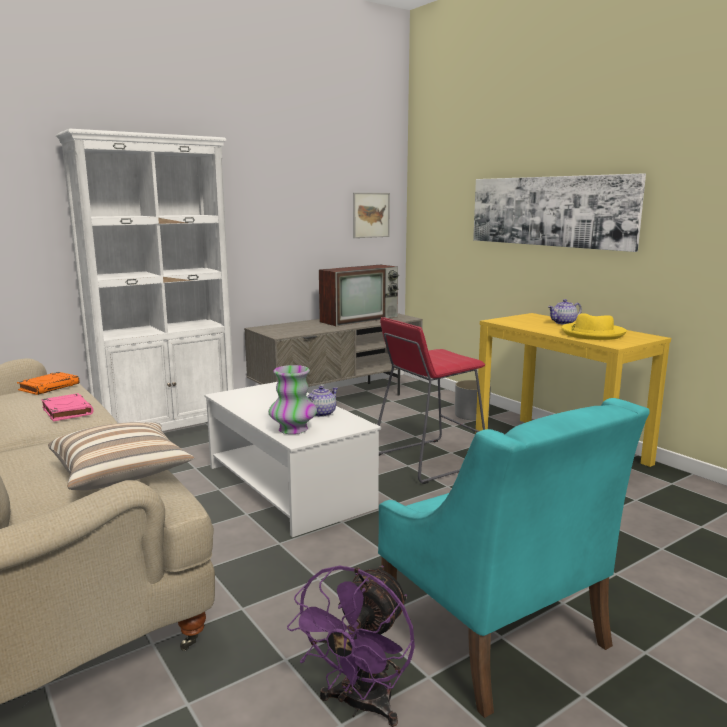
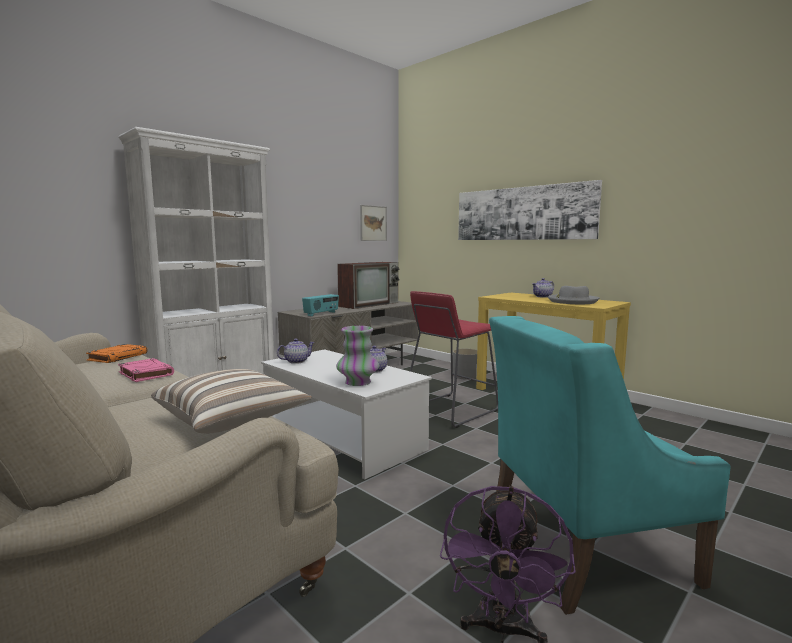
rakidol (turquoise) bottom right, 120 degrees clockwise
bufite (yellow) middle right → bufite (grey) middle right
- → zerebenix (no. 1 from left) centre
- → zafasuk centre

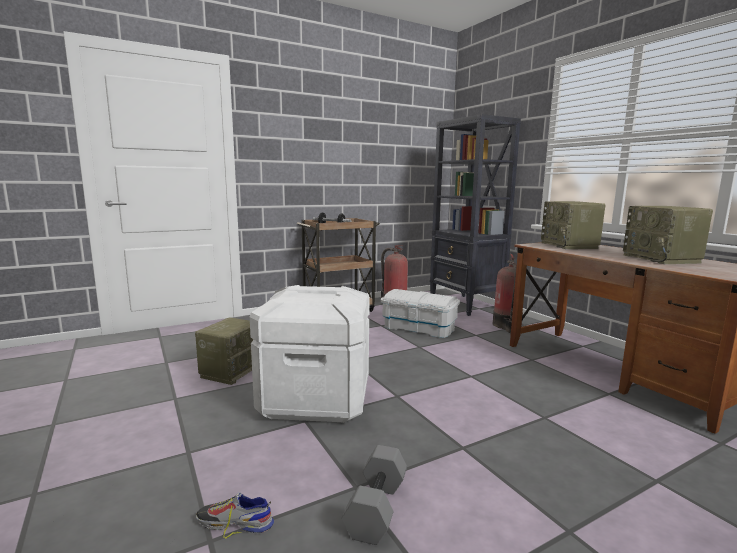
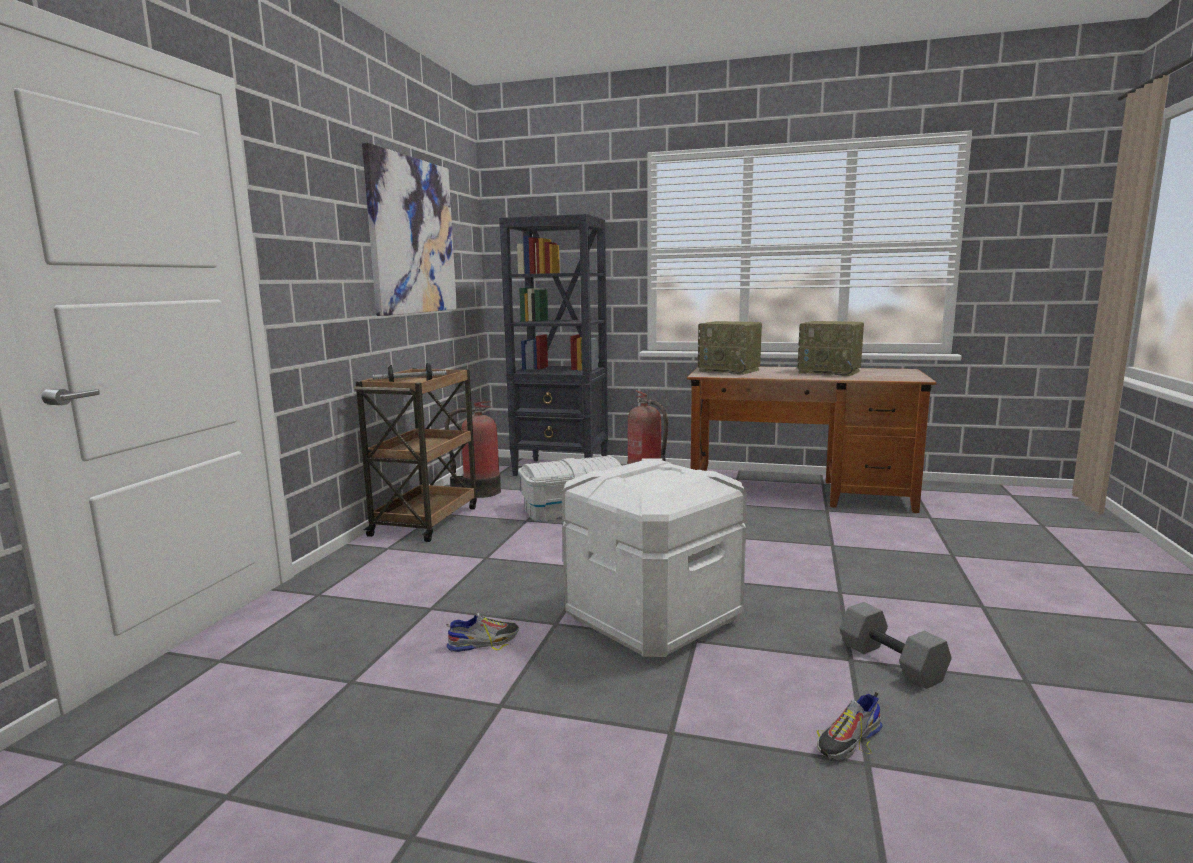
zafasuk (no. 1 from left) middle left → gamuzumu (no. 1 from left) bottom centre
- → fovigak top centre

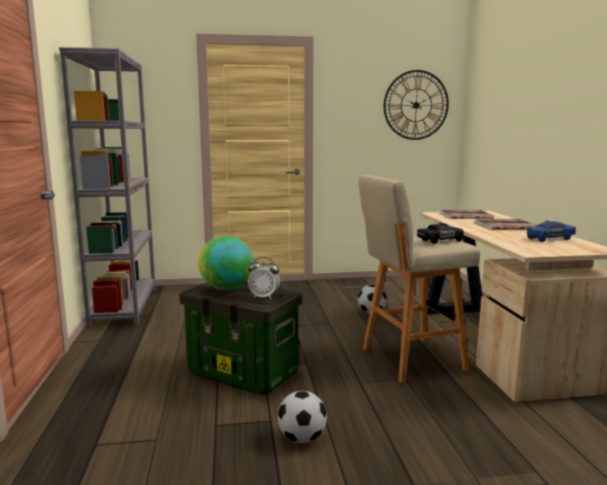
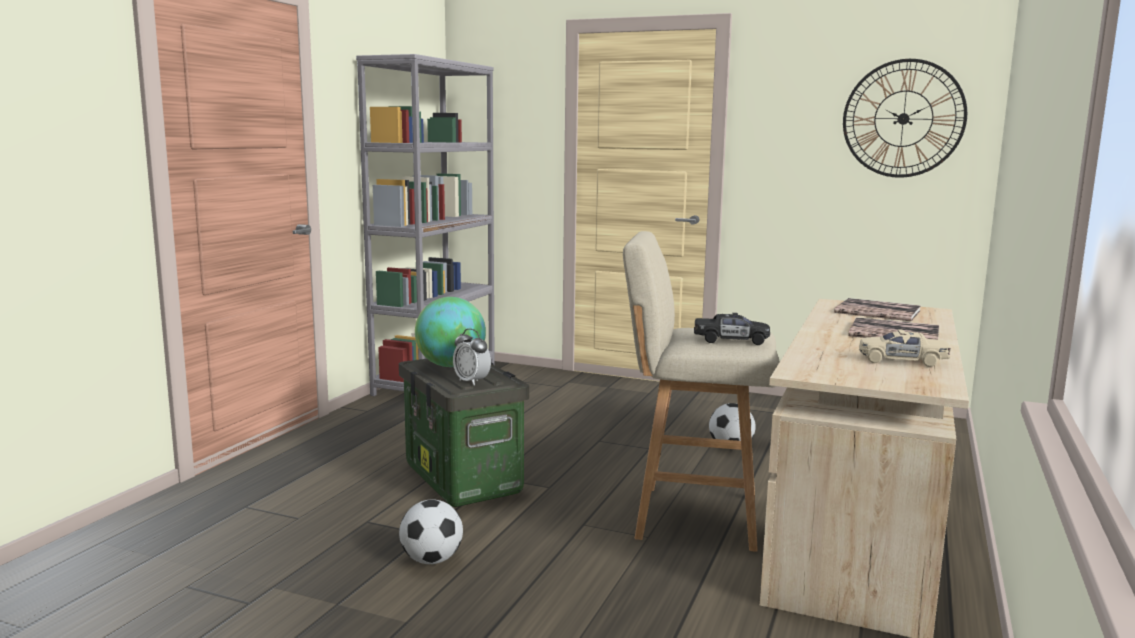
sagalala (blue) middle right → sagalala (beige) middle right

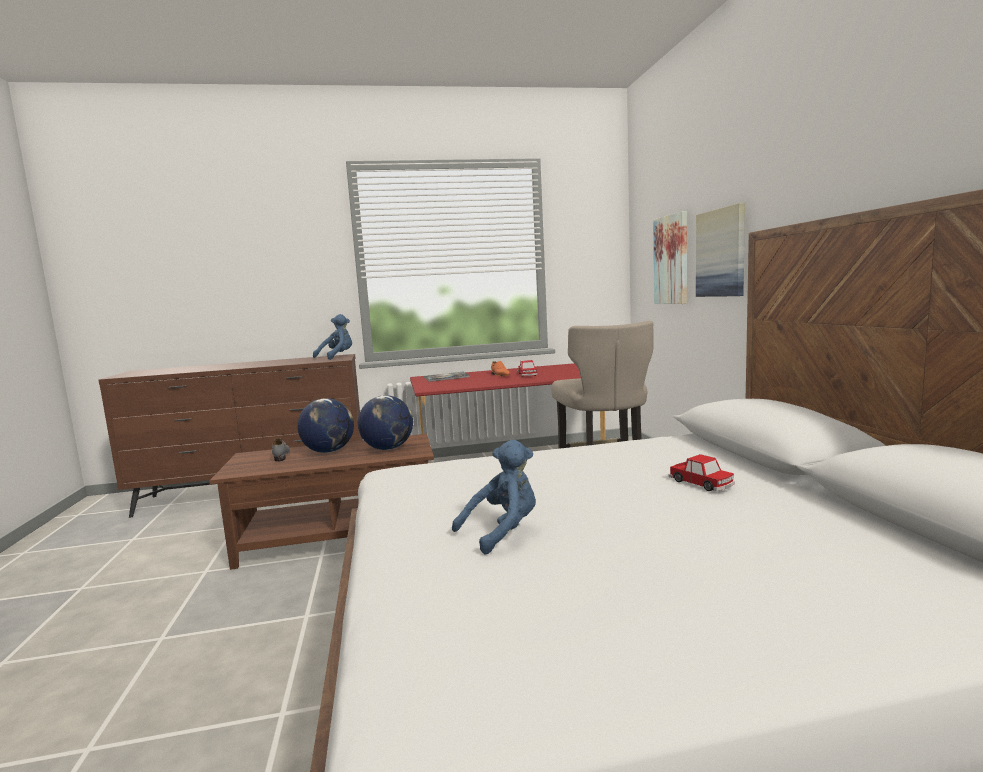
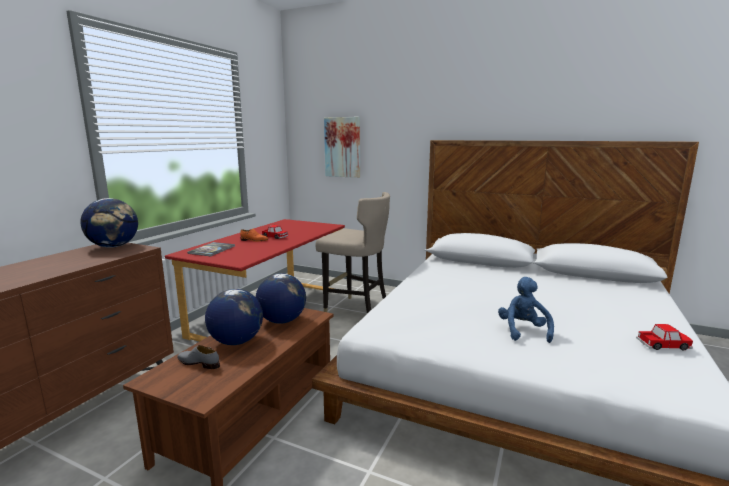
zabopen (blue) (no. 1 from left) centre → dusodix (no. 1 from left) middle left
sagalala (no. 2 from left) middle right → sagalala (no. 2 from left) bottom right, shifted
fovigak (no. 2 from left) top right → -

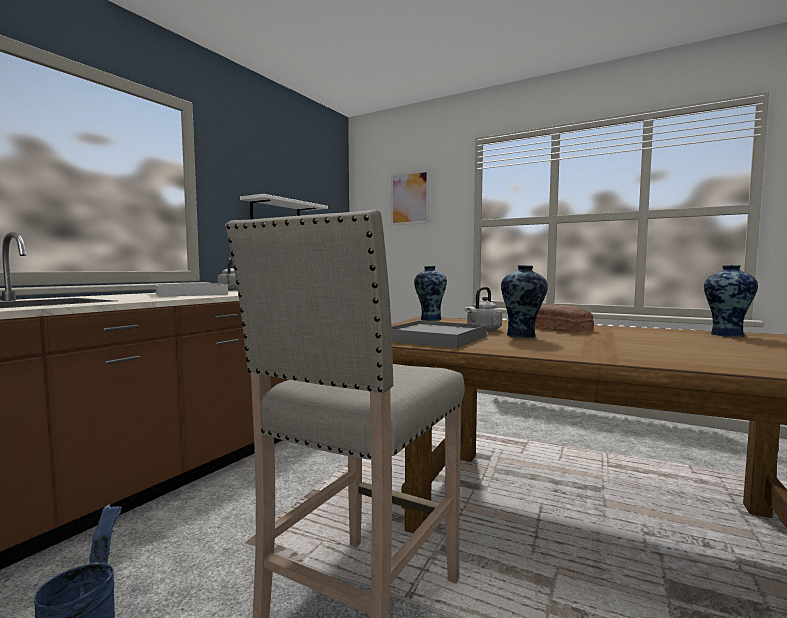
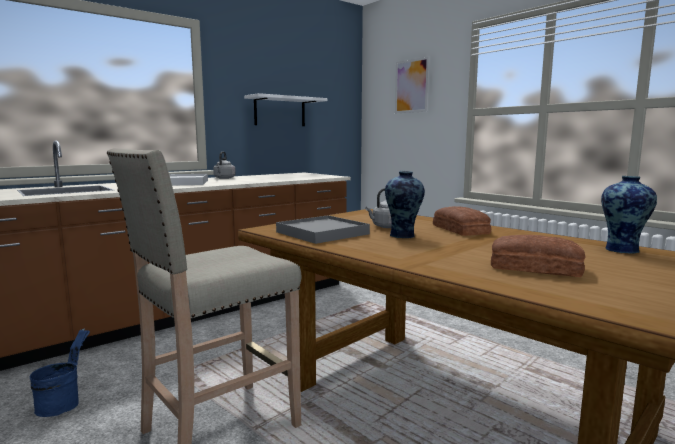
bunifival (no. 1 from left) centre → -
- → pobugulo (no. 2 from left) middle right

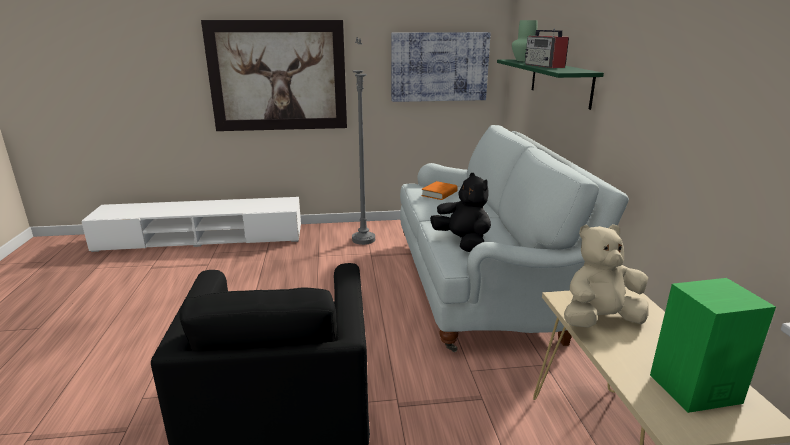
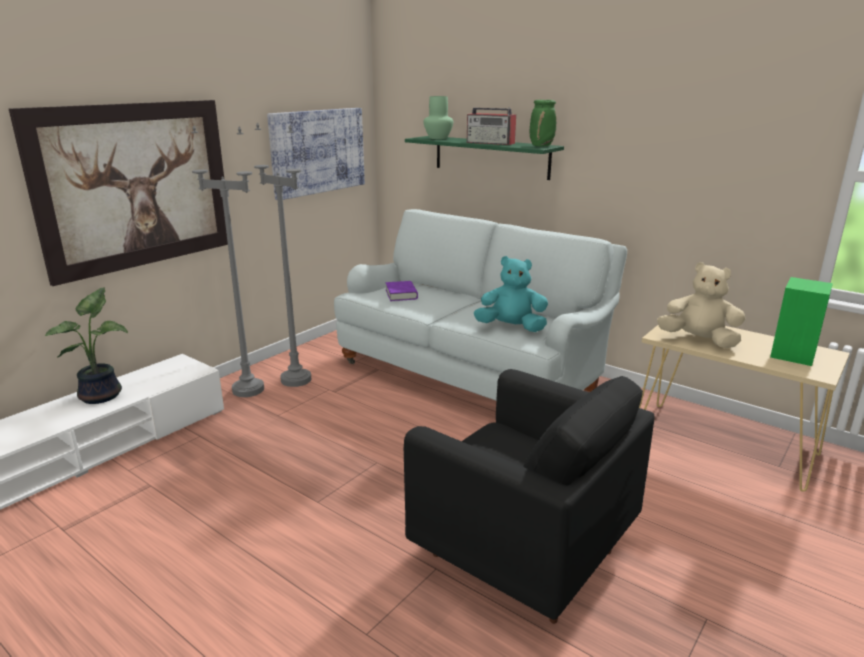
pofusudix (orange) centre → pofusudix (purple) centre
zabopen (black) centre → zabopen (turquoise) centre
zabopen (beige) middle right, 90 degrees clockwise
- → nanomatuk middle left
- → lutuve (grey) (no. 1 from left) middle left
- → bunifival (green) (no. 2 from left) top centre

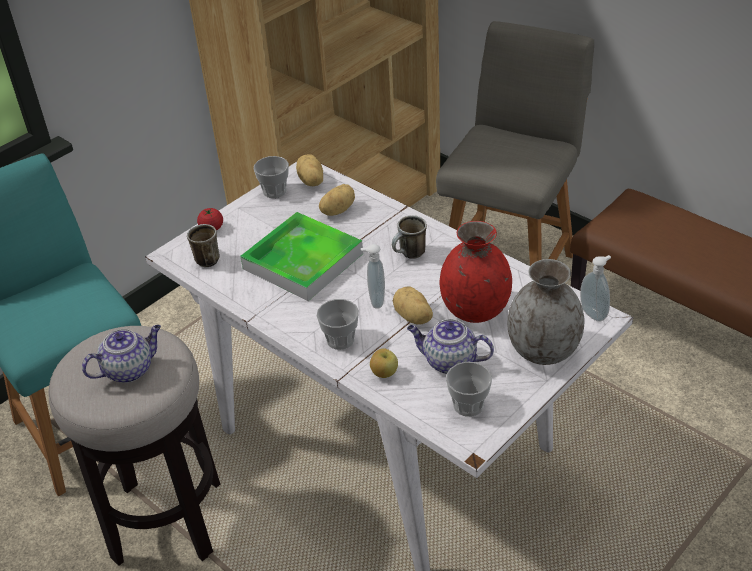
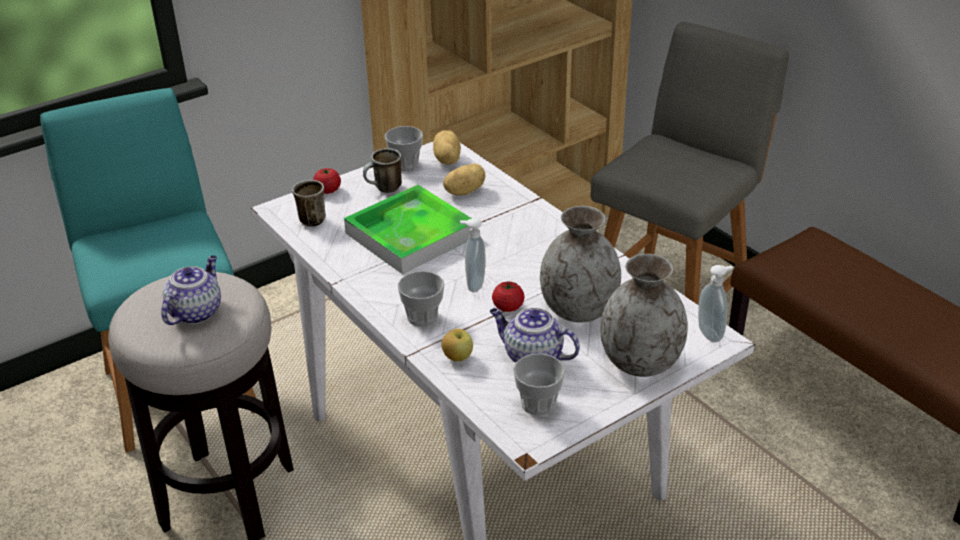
zerebenix (no. 1 from left) middle left, 45 degrees counterclockwise
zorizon (no. 2 from left) centre → zorizon (no. 2 from left) top centre, shifted
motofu (no. 3 from left) centre → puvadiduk (no. 2 from left) centre
bunifival (red) centre → bunifival (grey) (no. 1 from left) centre

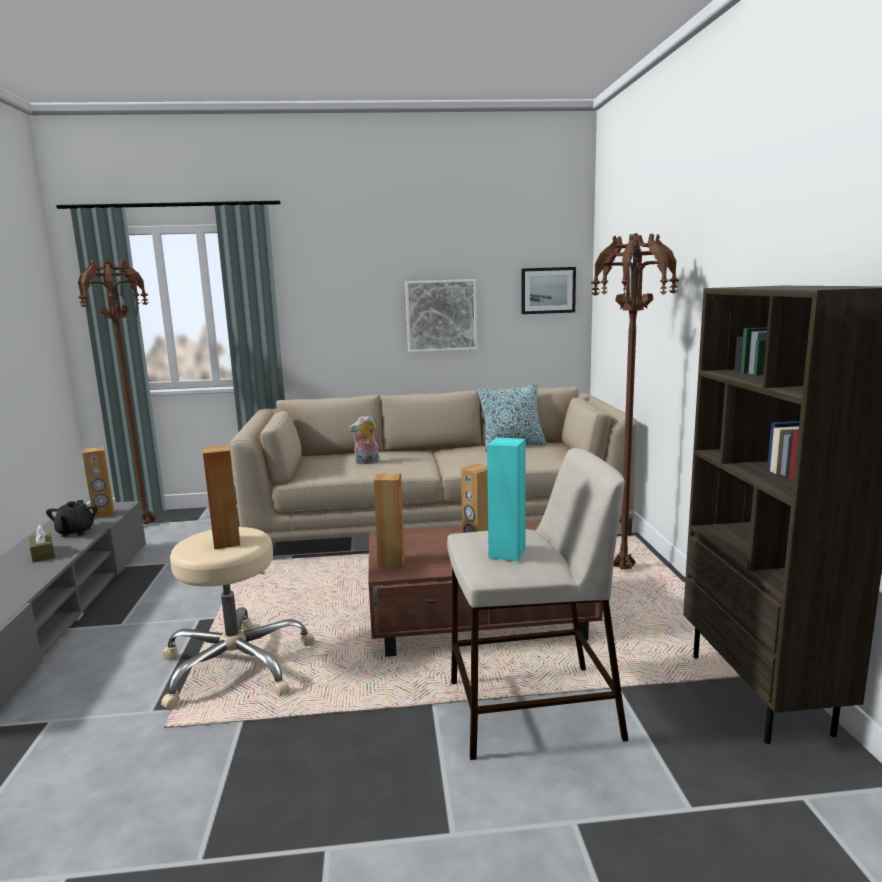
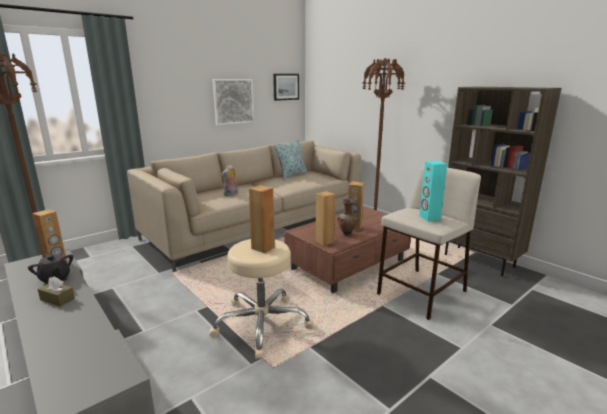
- → bunifival (brown) centre

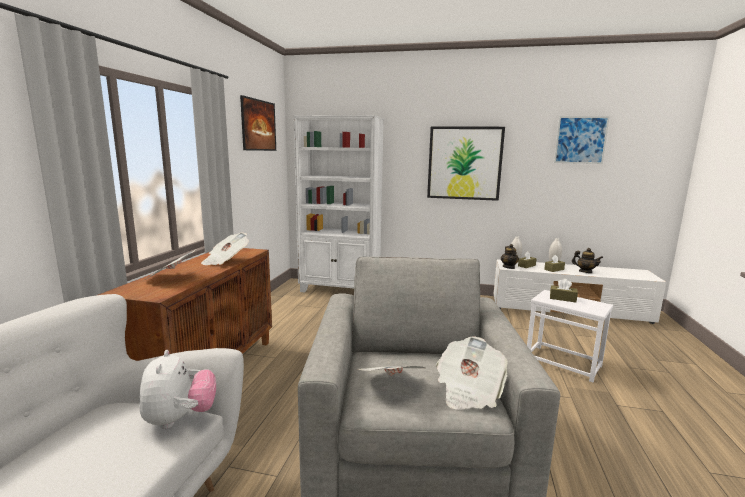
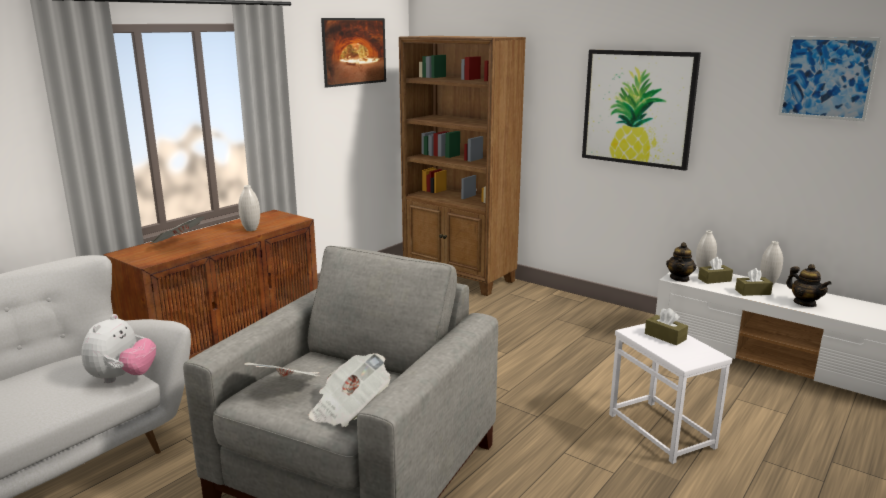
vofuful (no. 2 from left) middle left → bunifival (white) (no. 1 from left) middle left
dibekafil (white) centre → dibekafil (brown) centre

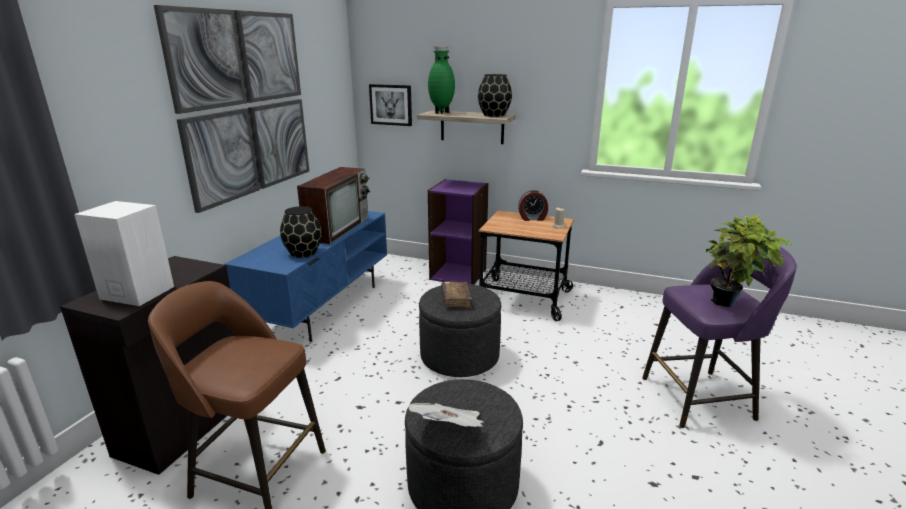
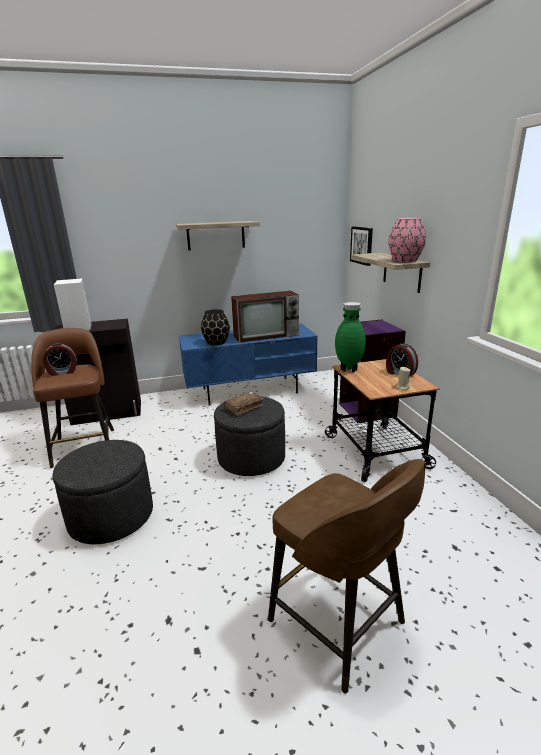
fovigak (no. 1 from left) top left → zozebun (no. 1 from left) top centre
vofuful bottom centre → -
bunifival (green) top centre → bunifival (green) centre, shifted
bunifival (black) (no. 2 from left) top centre → bunifival (pink) top right
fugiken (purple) middle right → fugiken (brown) (no. 2 from left) bottom centre
nanomatuk middle right → -
- → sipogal (no. 1 from left) middle left

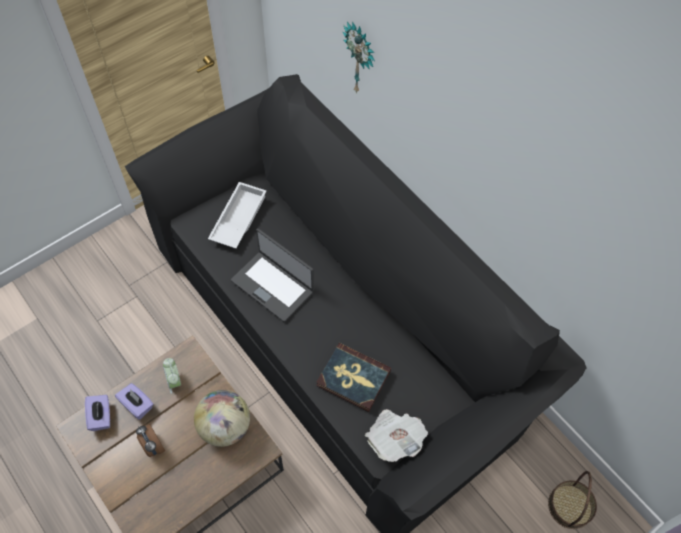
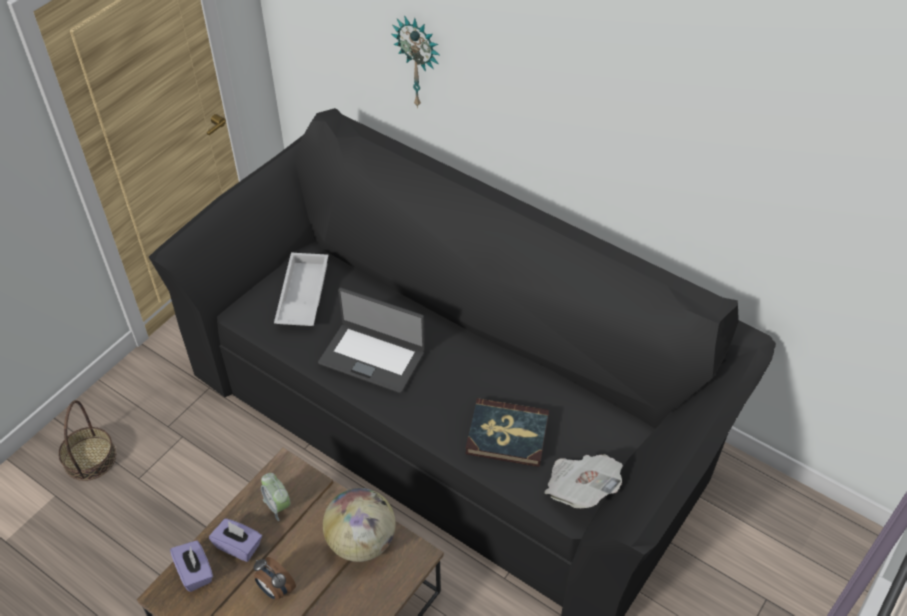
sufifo bottom right → sufifo bottom left, shifted

